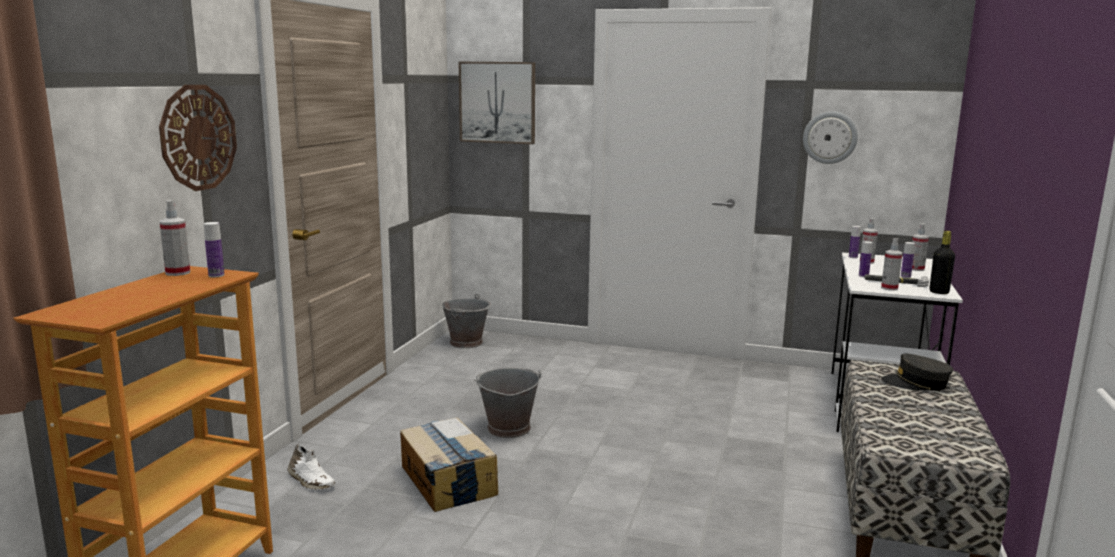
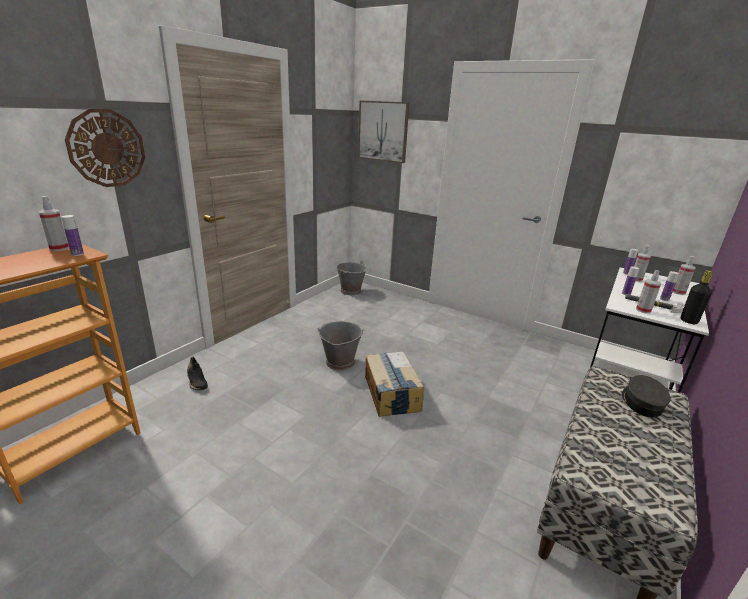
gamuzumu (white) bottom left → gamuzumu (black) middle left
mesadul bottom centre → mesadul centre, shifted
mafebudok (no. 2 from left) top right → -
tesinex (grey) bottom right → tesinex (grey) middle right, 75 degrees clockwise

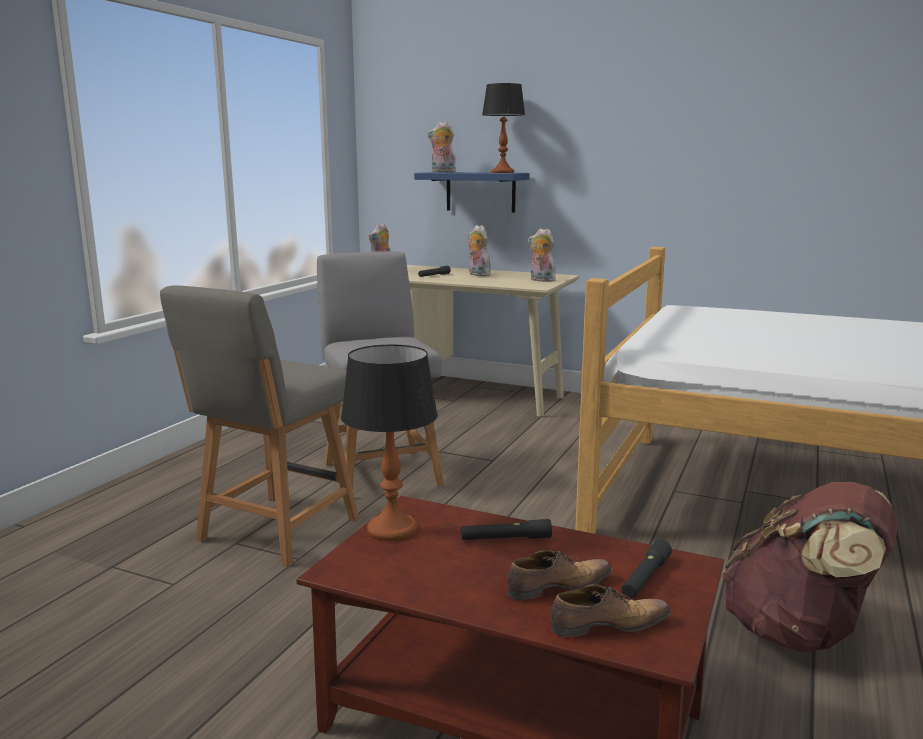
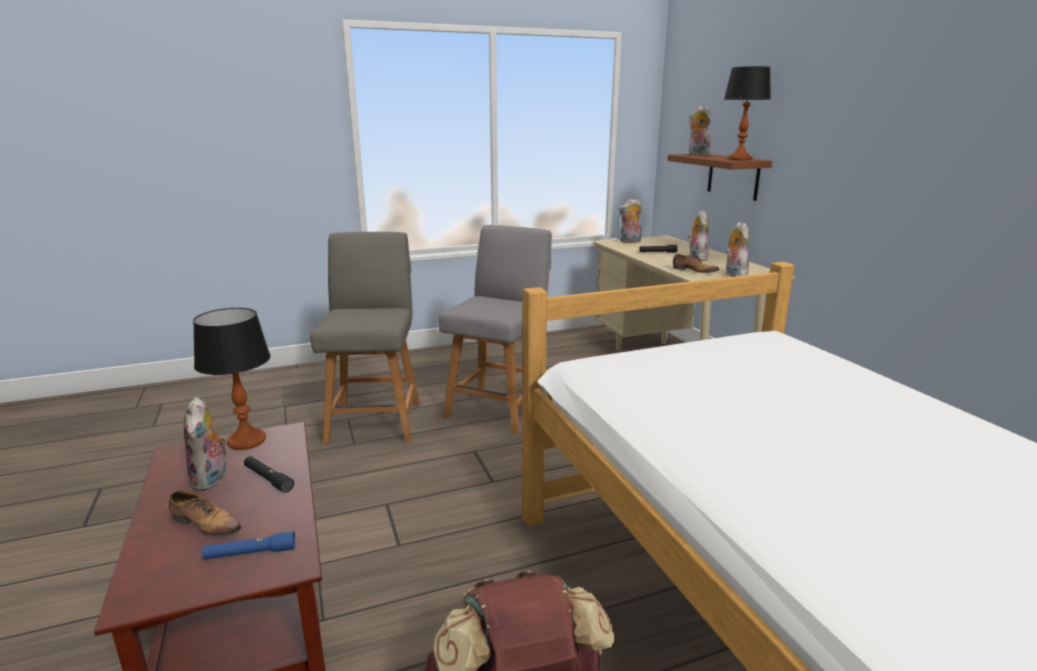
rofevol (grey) (no. 1 from left) middle left → rofevol (grey) (no. 1 from left) centre, 105 degrees clockwise
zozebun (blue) top centre → zozebun (brown) top right
gamuzumu (no. 2 from left) bottom centre → gamuzumu (no. 2 from left) middle right, shifted
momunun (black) (no. 3 from left) bottom right → momunun (blue) bottom left
- → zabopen (no. 1 from left) middle left

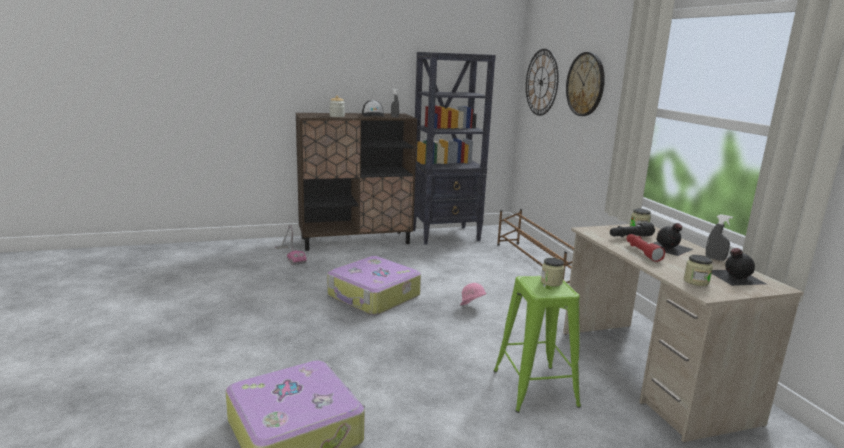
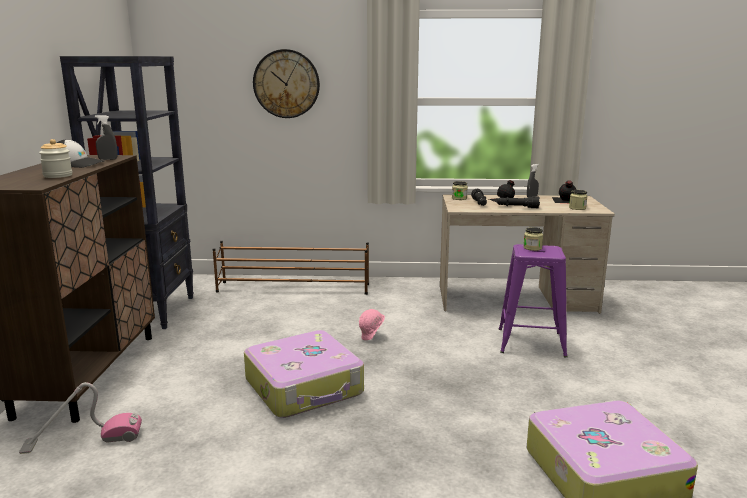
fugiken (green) bottom centre → fugiken (purple) middle right
mafebudok (no. 1 from left) top centre → -
momunun (red) middle right → momunun (black) (no. 2 from left) middle right

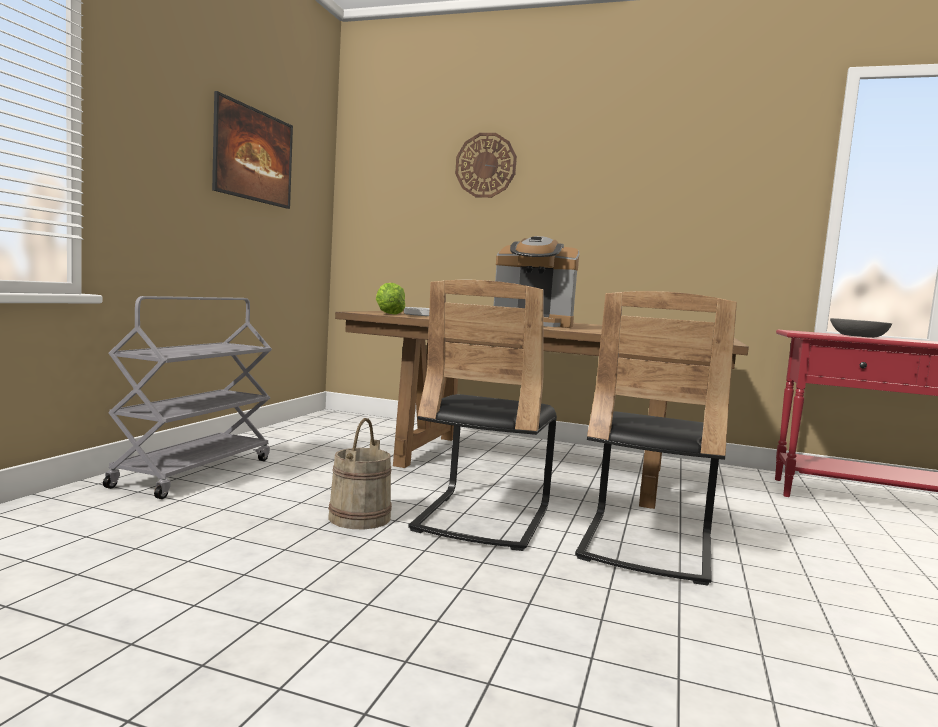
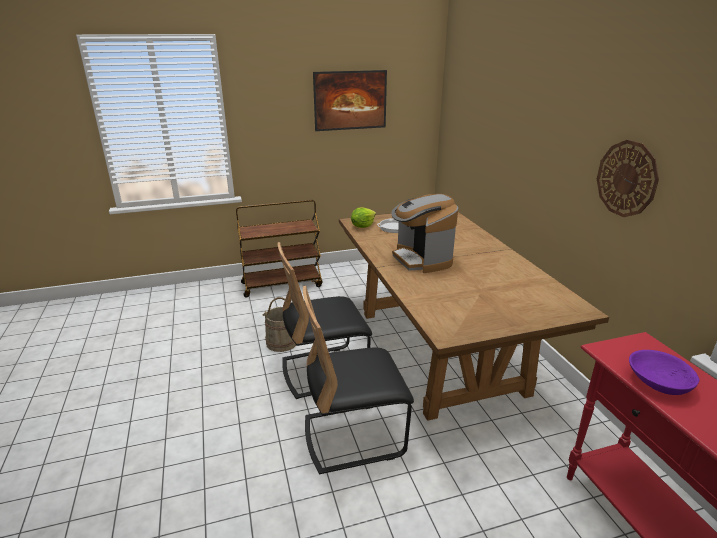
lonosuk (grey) middle left → lonosuk (brown) centre
mafebudok top centre → mafebudok top right, shifted
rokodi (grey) middle right → rokodi (purple) bottom right

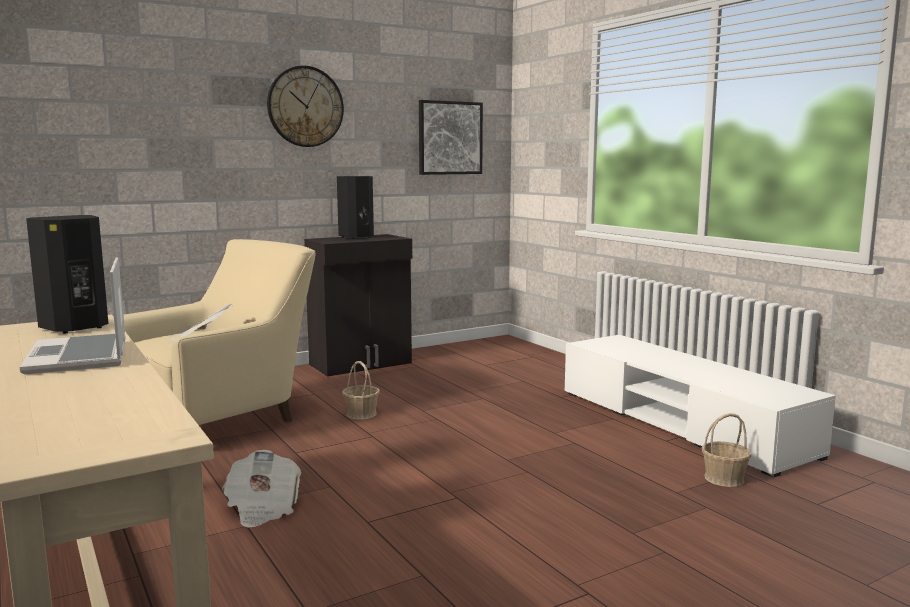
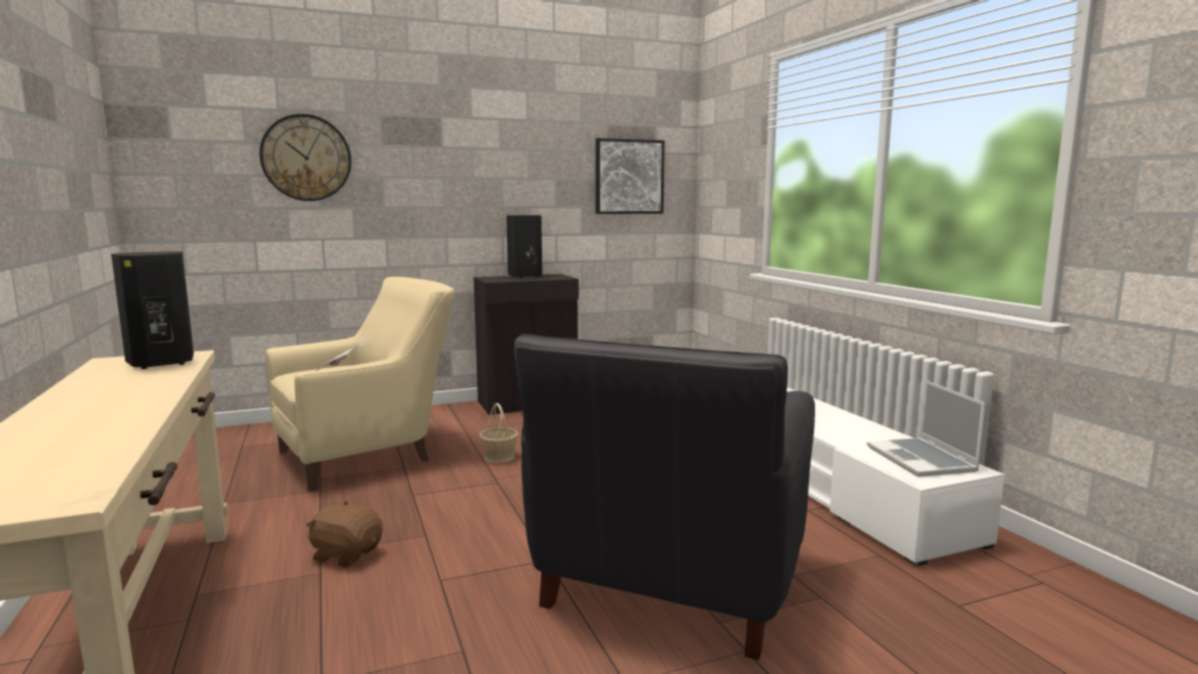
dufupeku middle left → dufupeku middle right, shifted
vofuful (no. 2 from left) bottom left → zabopen (brown) bottom left
mafebudok top centre → mafebudok top left, shifted
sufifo (no. 2 from left) bottom right → -
- → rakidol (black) bottom centre

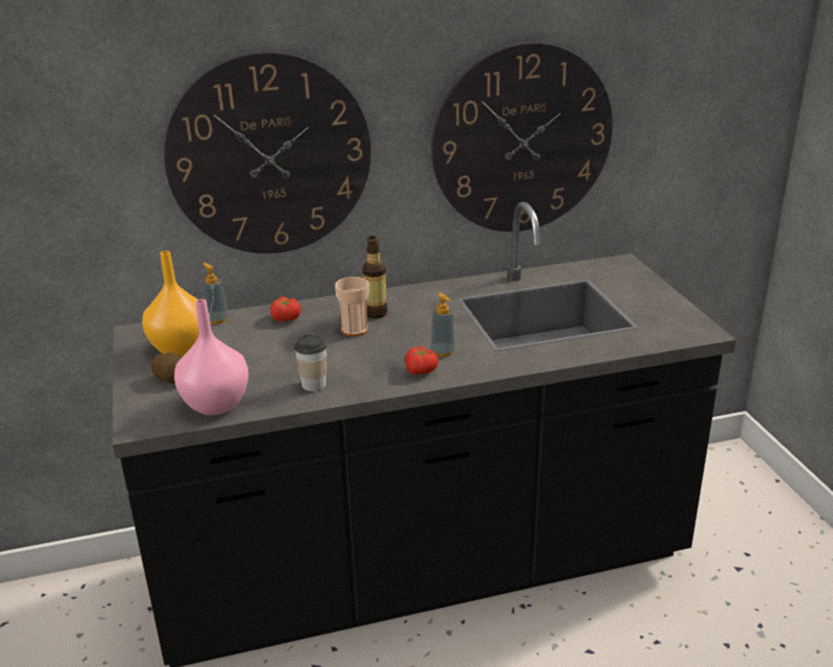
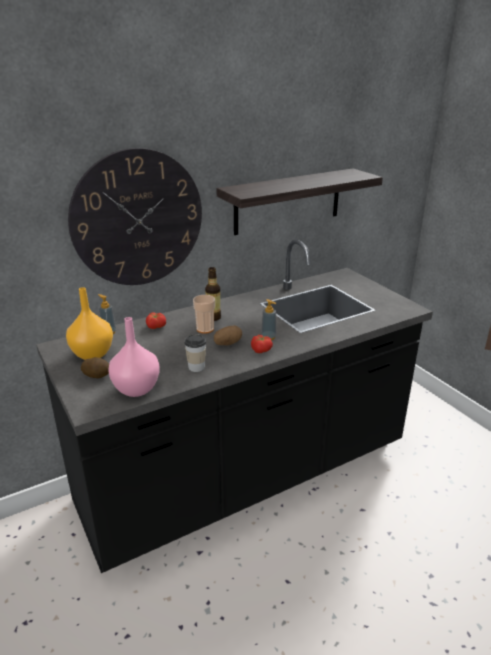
mafebudok (no. 2 from left) top centre → zozebun top centre
- → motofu (no. 2 from left) centre

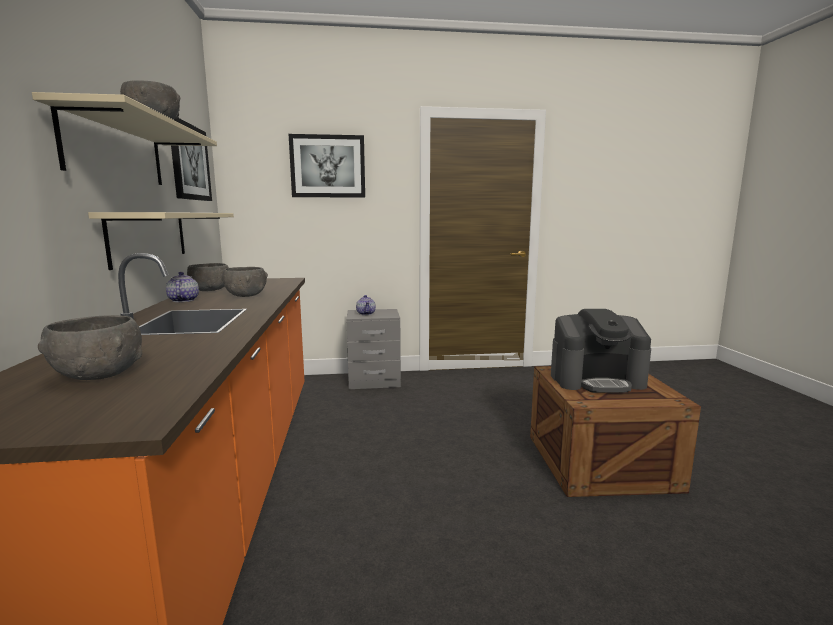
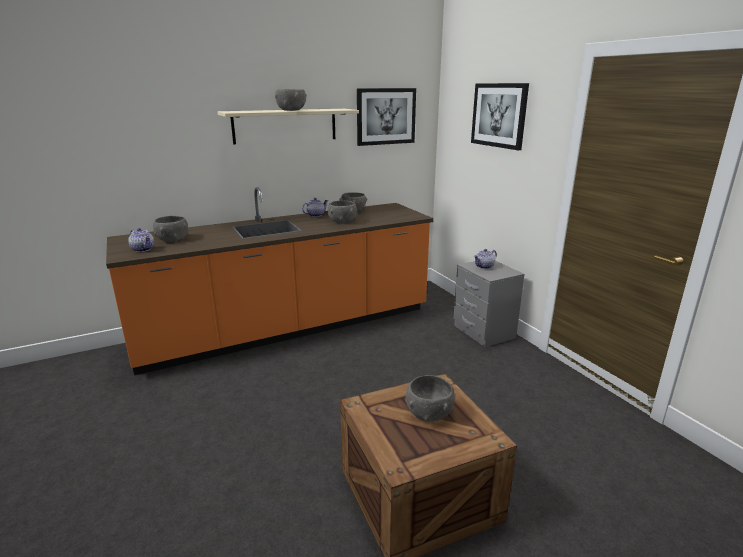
zozebun (beige) (no. 2 from left) middle left → -
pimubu middle right → rokodi (grey) (no. 5 from left) bottom centre
- → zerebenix (no. 1 from left) middle left

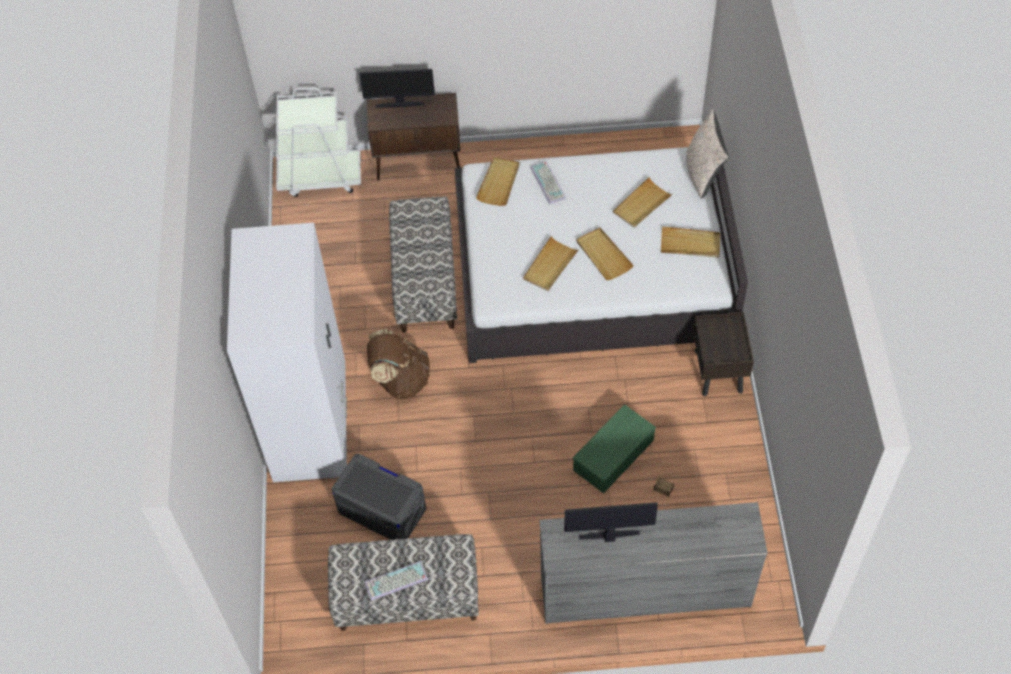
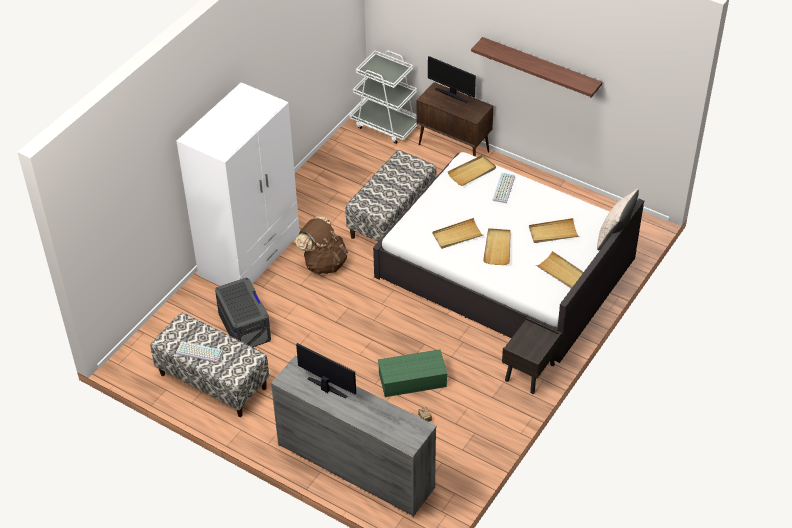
- → zozebun top right

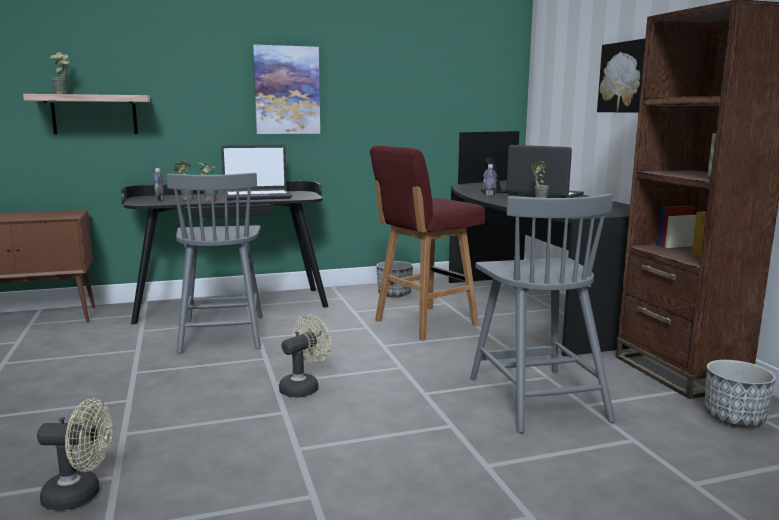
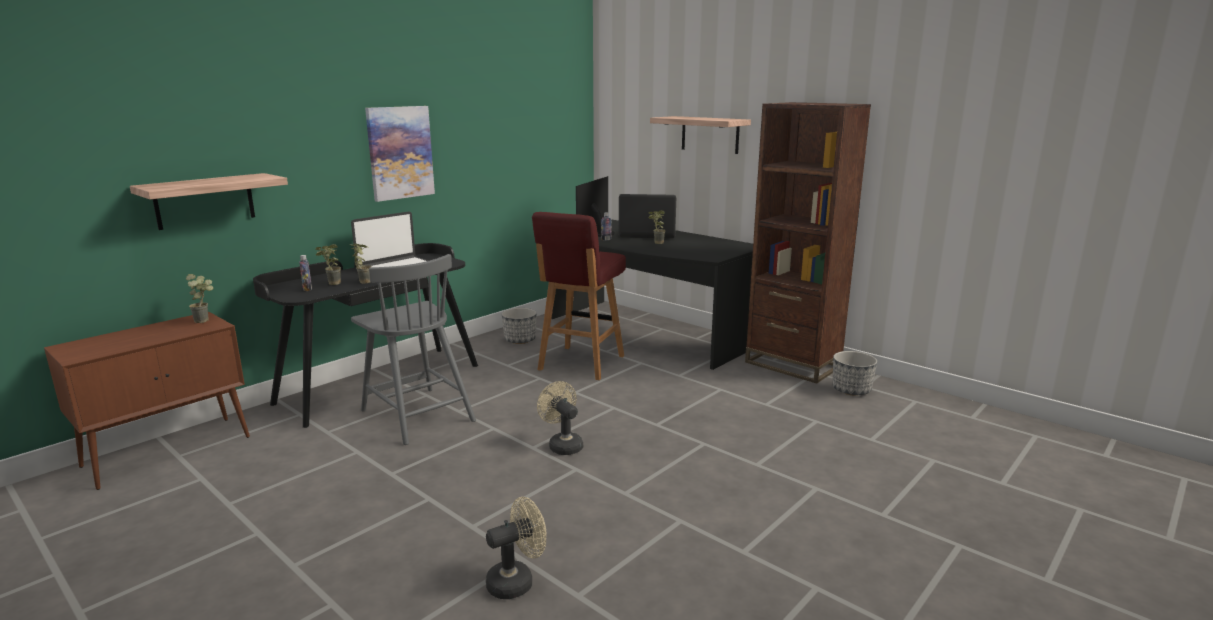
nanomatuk (no. 1 from left) top left → nanomatuk (no. 1 from left) middle left, shifted
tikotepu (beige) (no. 2 from left) bottom centre, 45 degrees counterclockwise
rofevol (grey) (no. 2 from left) middle right → -
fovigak (no. 2 from left) top right → zozebun (no. 2 from left) top centre

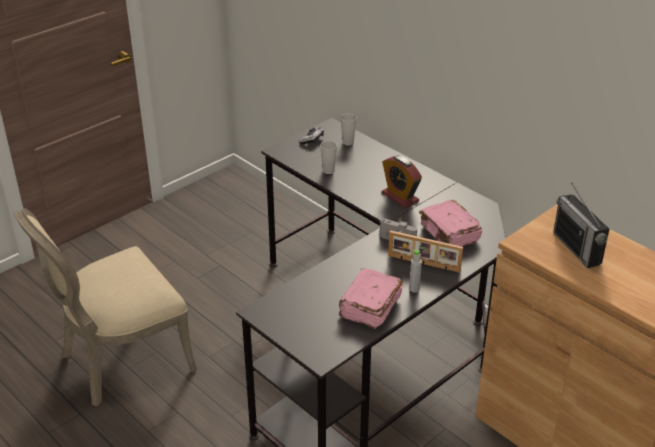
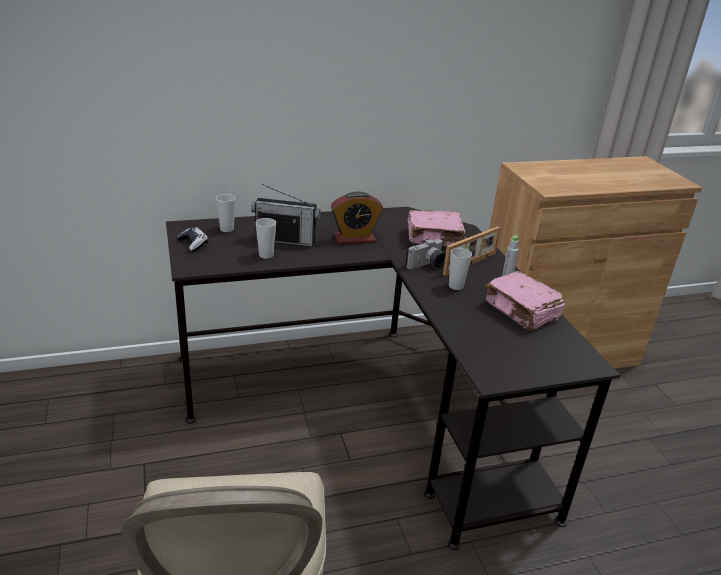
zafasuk middle right → zafasuk centre, shifted
- → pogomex (no. 3 from left) centre

